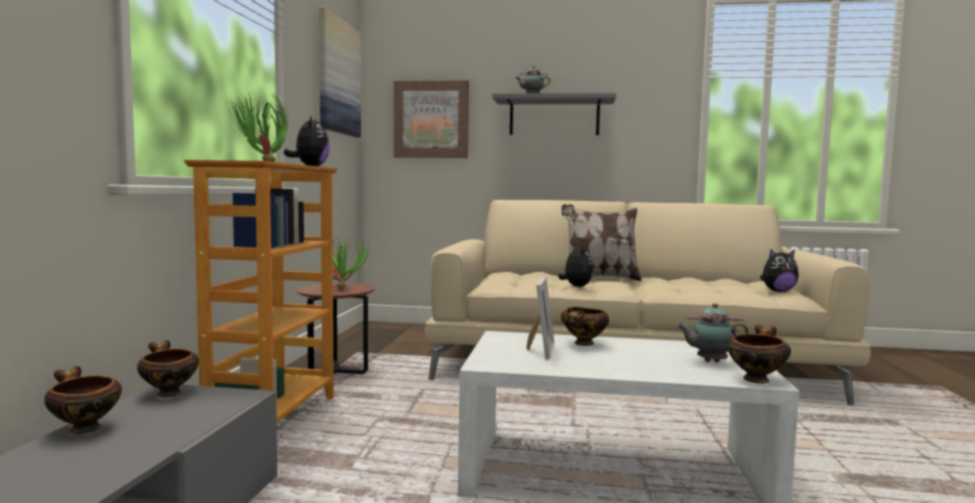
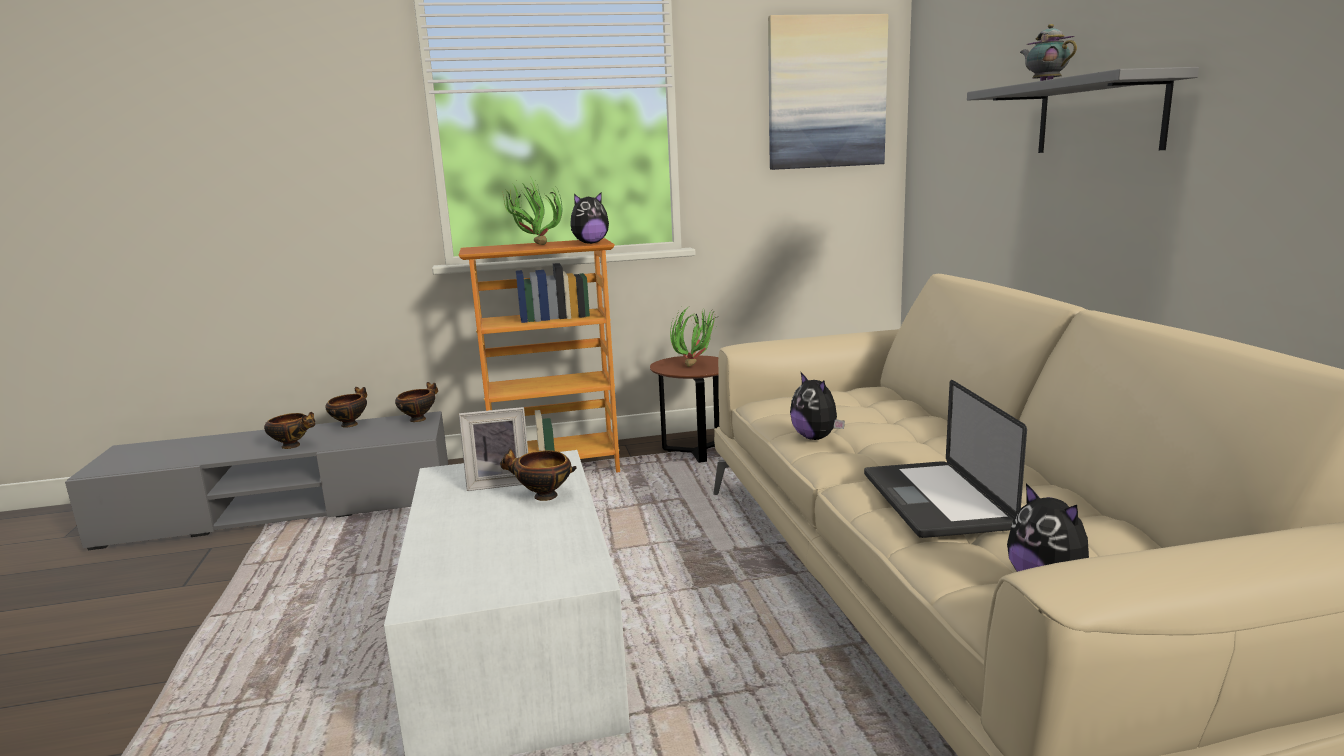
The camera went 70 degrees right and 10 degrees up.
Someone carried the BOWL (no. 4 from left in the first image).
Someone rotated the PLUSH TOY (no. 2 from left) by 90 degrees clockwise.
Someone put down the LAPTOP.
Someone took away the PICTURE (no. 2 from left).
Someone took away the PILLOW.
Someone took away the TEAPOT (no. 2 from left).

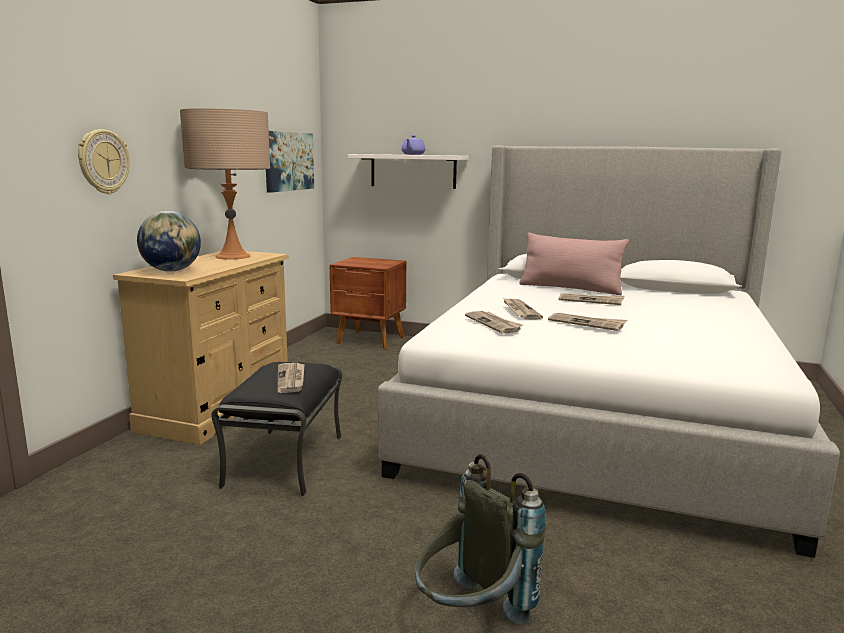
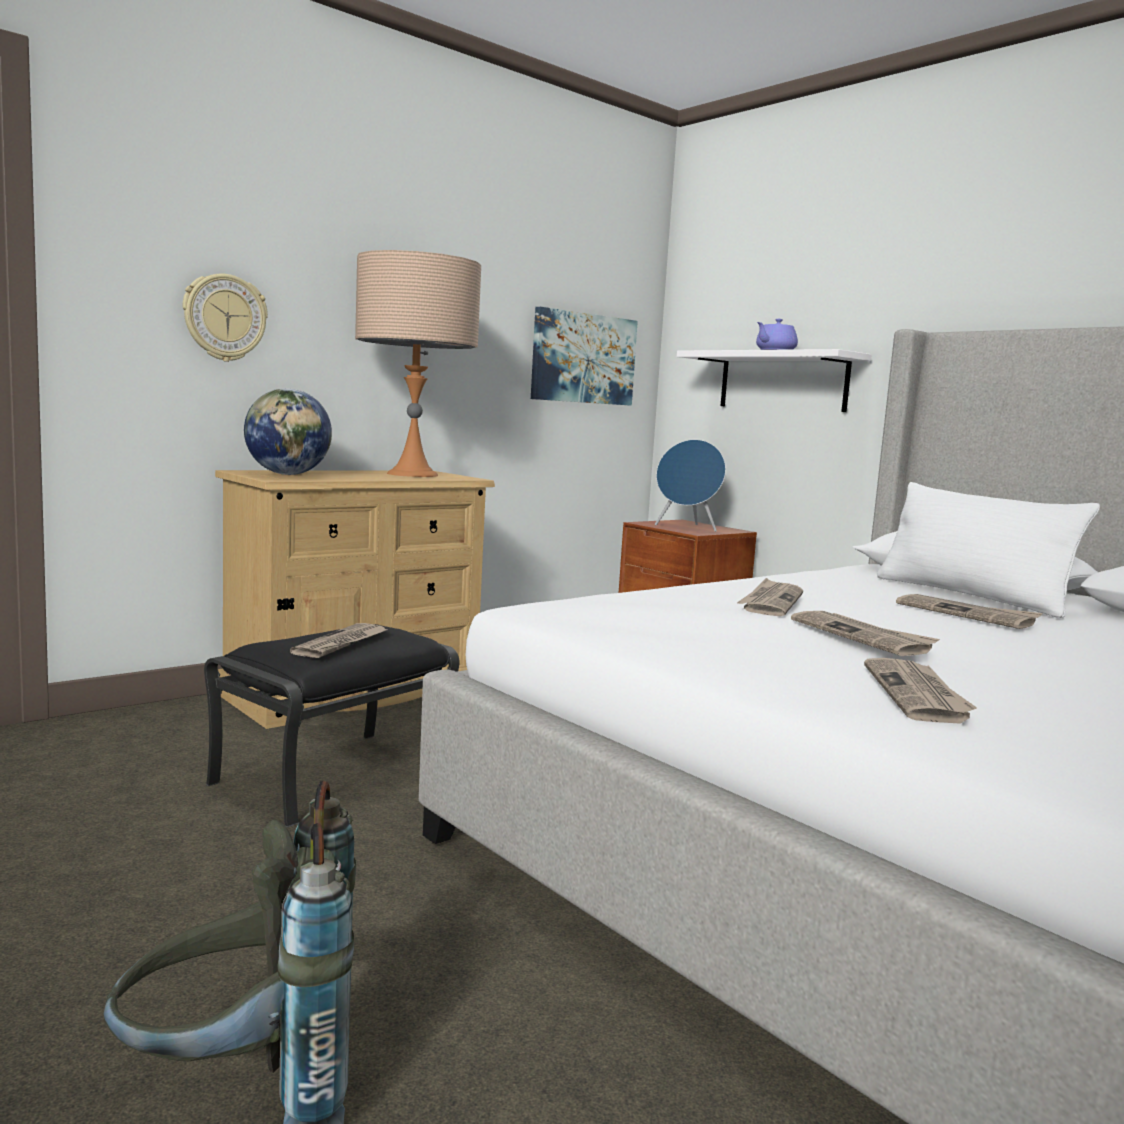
The camera went 30 degrees right and 5 degrees down.
Someone put down the BLUE SPEAKER.
Someone carried the NEWSPAPER (no. 2 from left in the first image).
Someone repainted the PINK PILLOW, which became the WHITE PILLOW.

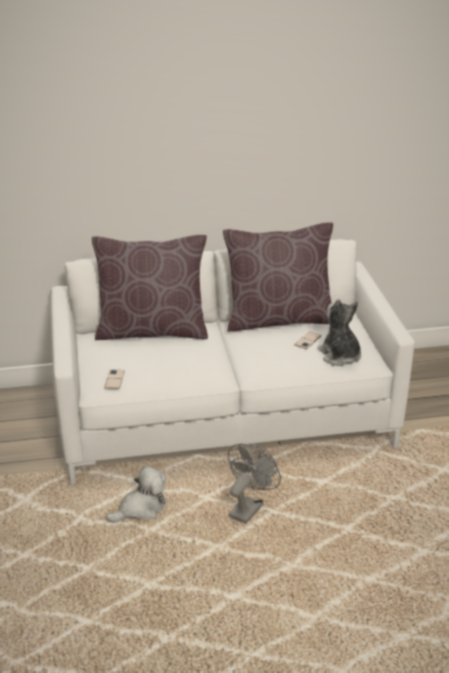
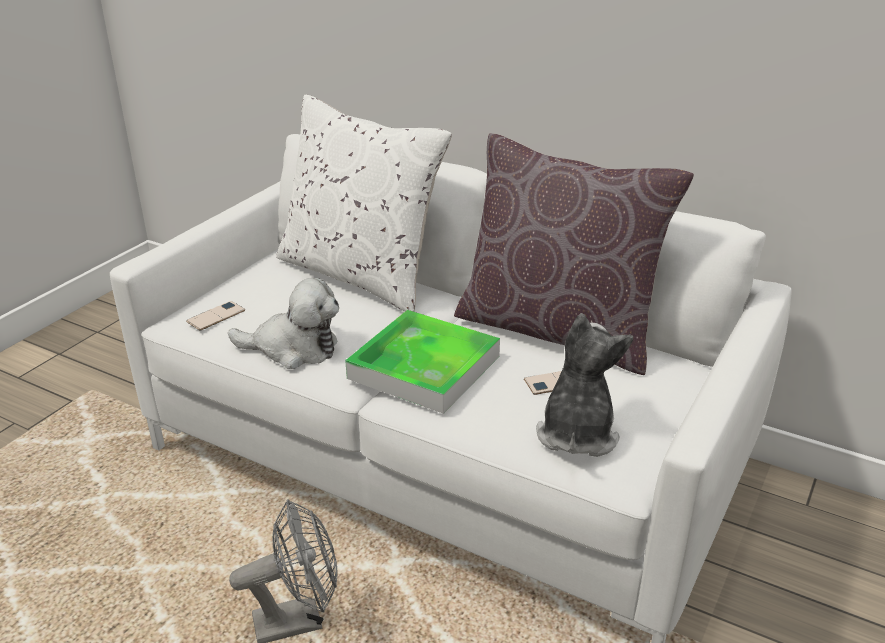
The camera went 40 degrees right and 0 degrees up.
Someone carried the PLUSH TOY (no. 1 from left).
Someone repainted the BROWN PILLOW (no. 1 from left), which became the WHITE PILLOW.
Someone put down the TRAY.

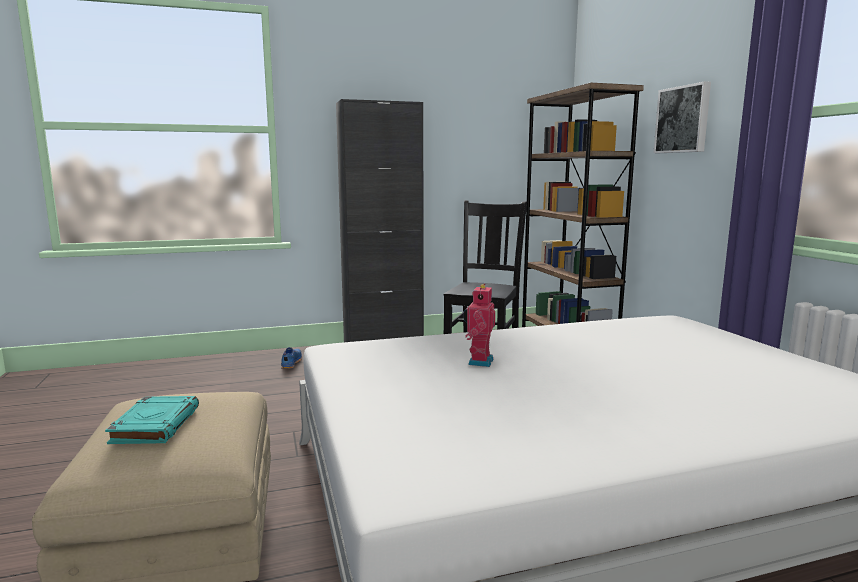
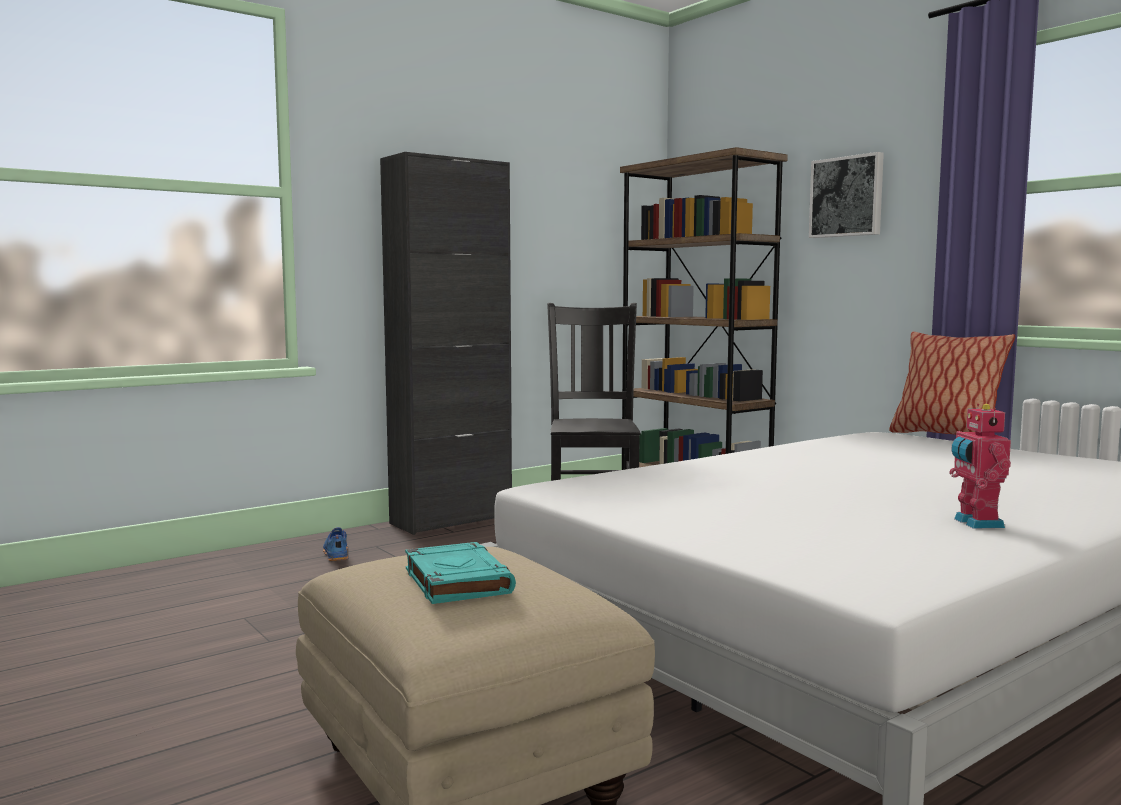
The camera went 20 degrees left and 5 degrees down.
Someone put down the PILLOW.
Someone carried the TOY ROBOT.

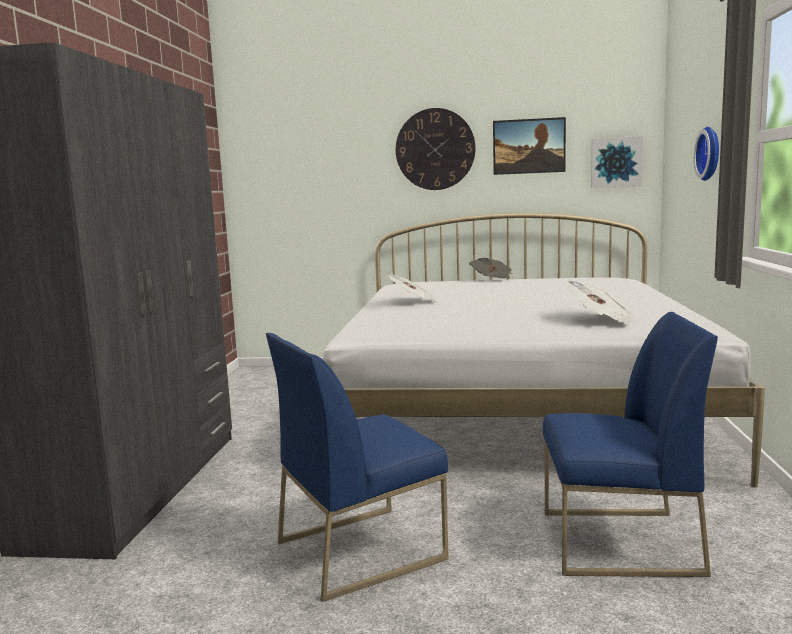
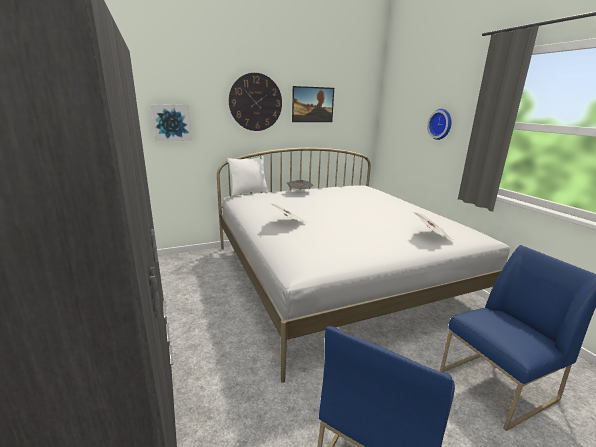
The camera went 30 degrees left and 10 degrees up.
Someone carried the PICTURE (no. 2 from left in the first image).
Someone put down the WHITE PILLOW.

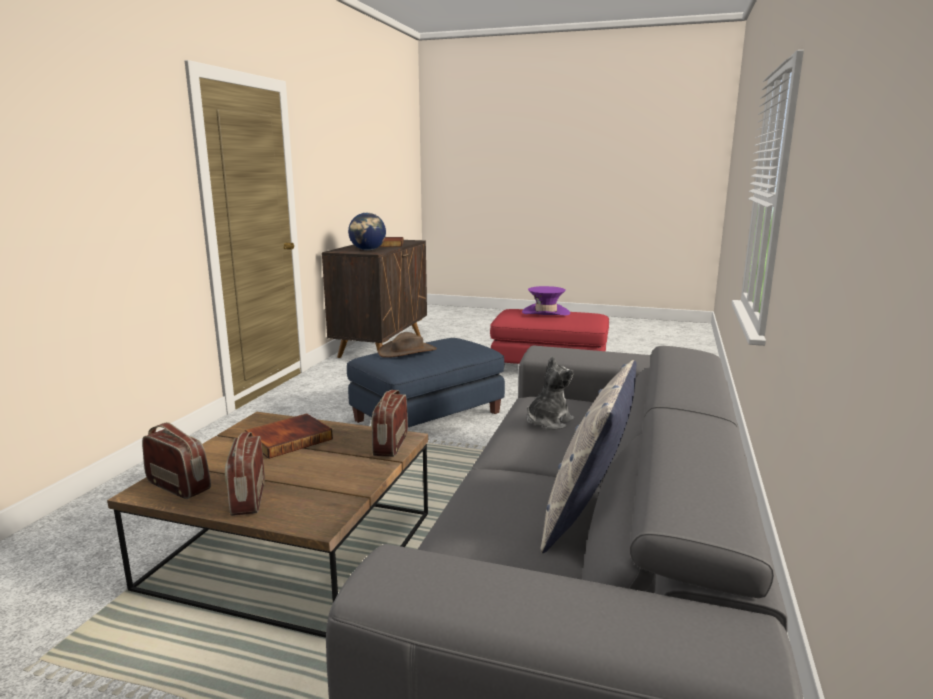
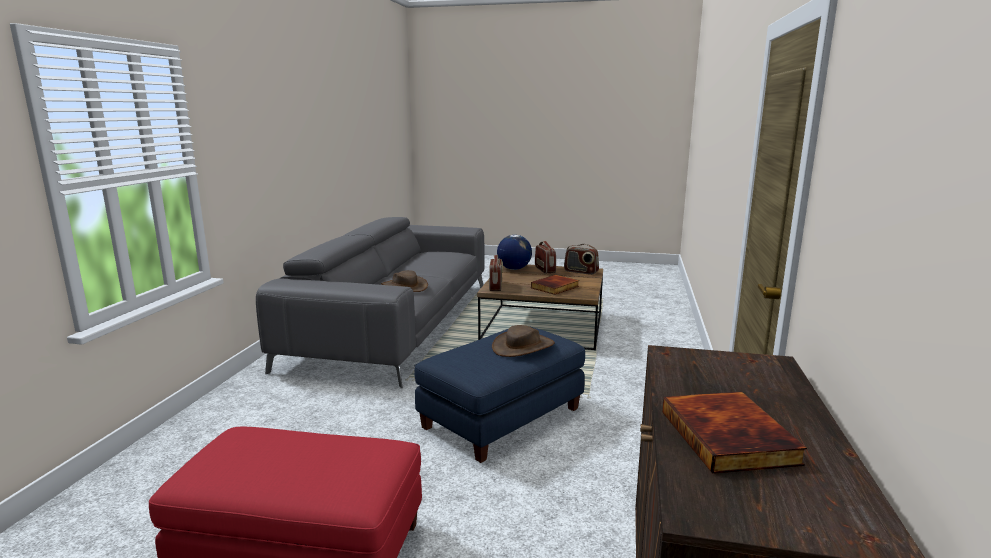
The camera went 175 degrees right and 0 degrees up.
Someone swapped the PLUSH TOY for the BROWN HAT (no. 1 from left).
Someone carried the GLOBE.
Someone took away the PURPLE HAT.
Someone took away the PILLOW.

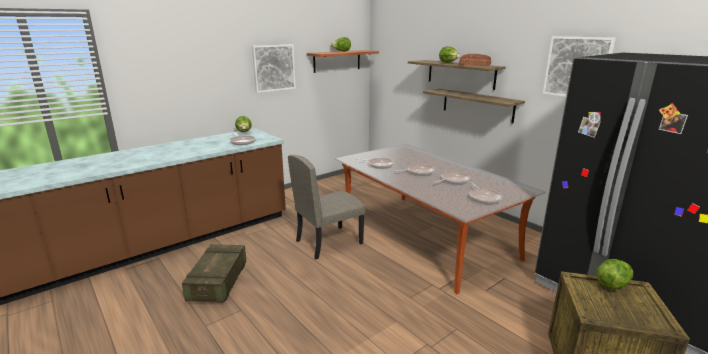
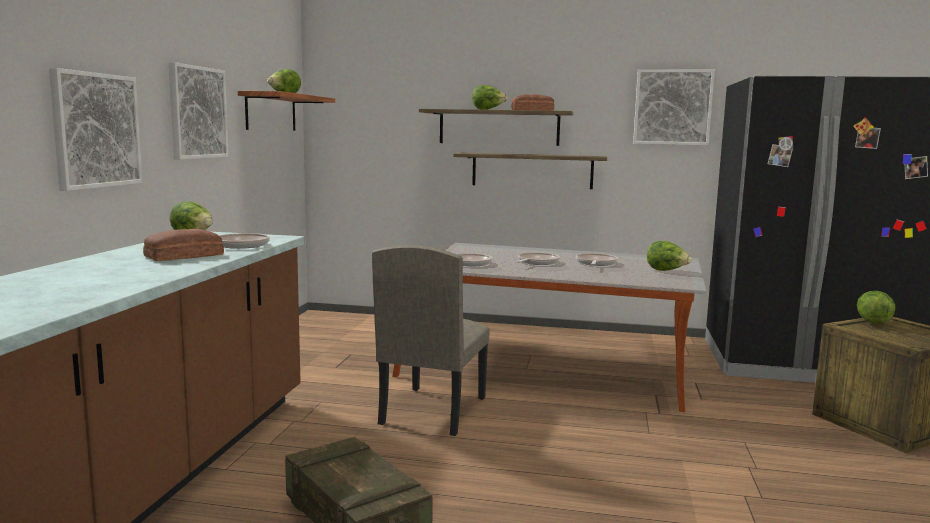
The camera went 40 degrees left and 10 degrees down.
Someone put up the PICTURE (no. 1 from left).
Someone put down the BREAD (no. 1 from left).
Someone swapped the FRYING PAN (no. 5 from left) for the LETTUCE (no. 4 from left).

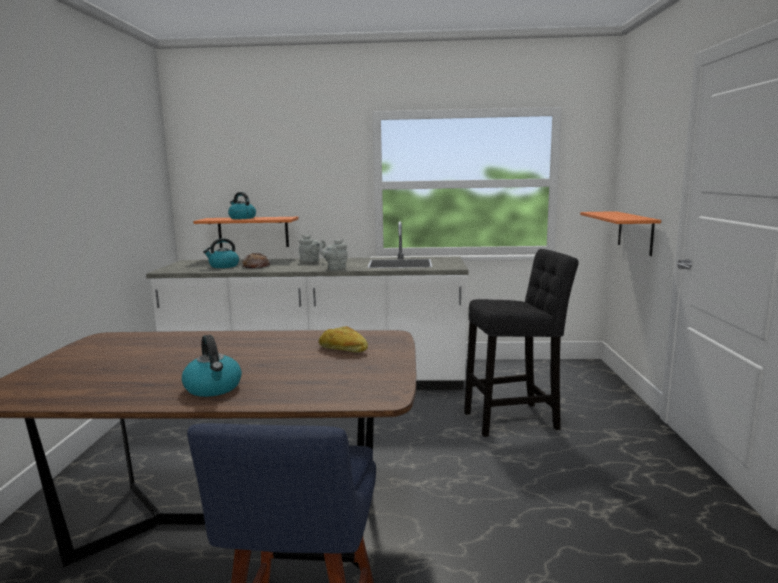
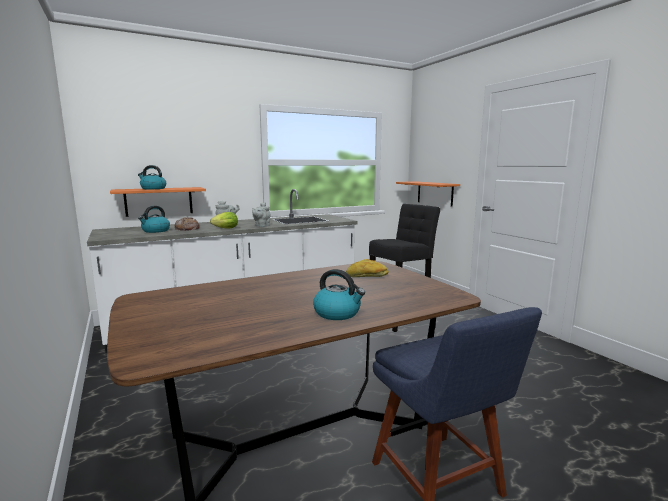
The camera went 30 degrees left and 0 degrees up.
Someone put down the LETTUCE.

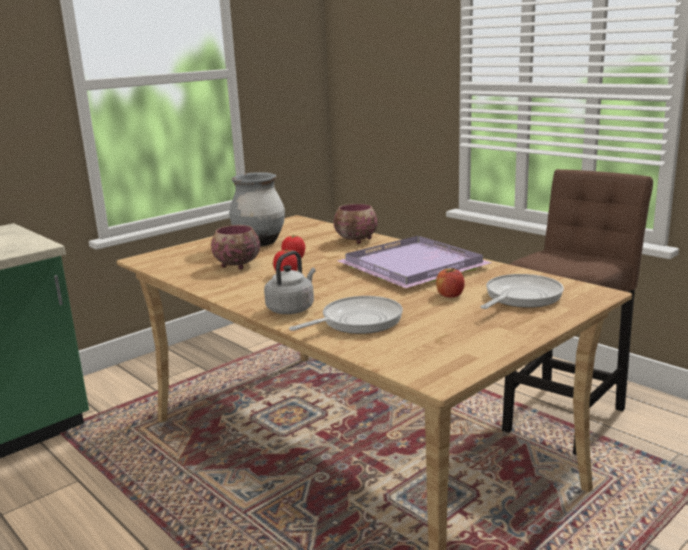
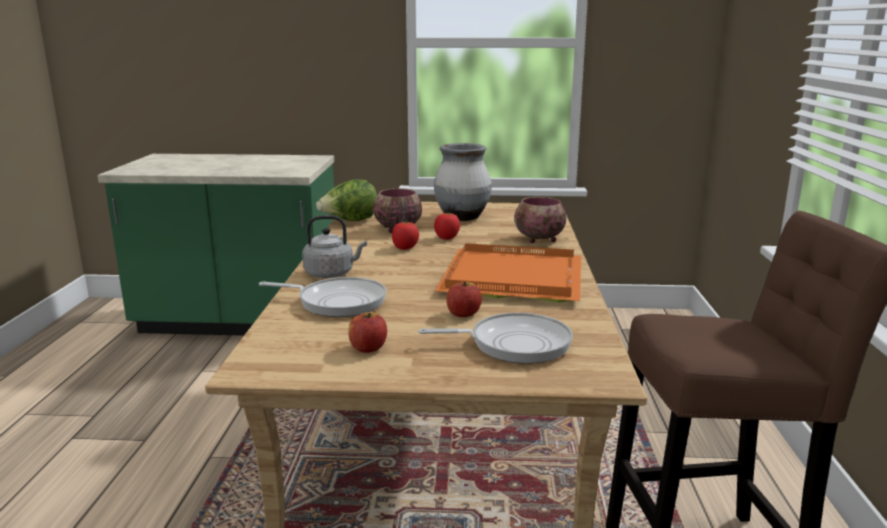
The camera went 45 degrees right and 0 degrees up.
Someone put down the LETTUCE.
Someone put down the APPLE (no. 1 from left).
Someone repainted the PURPLE TRAY, which became the ORANGE TRAY.

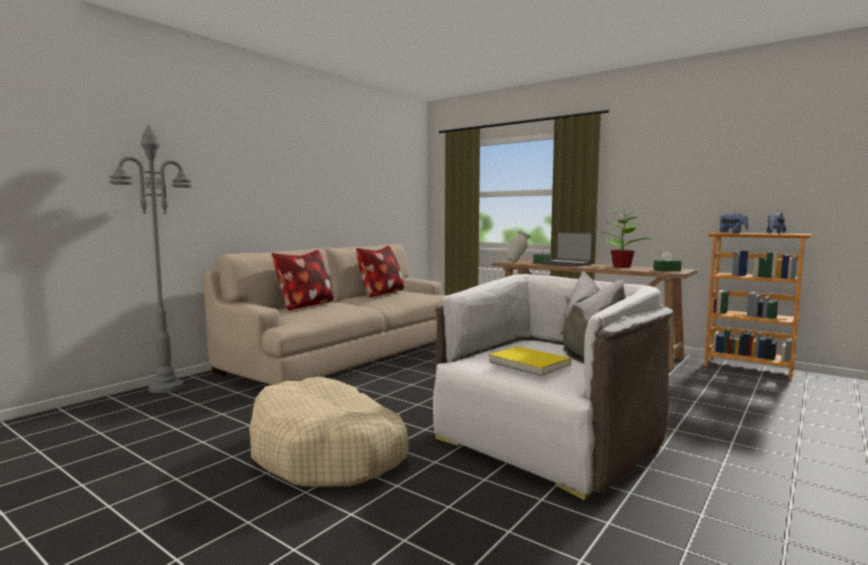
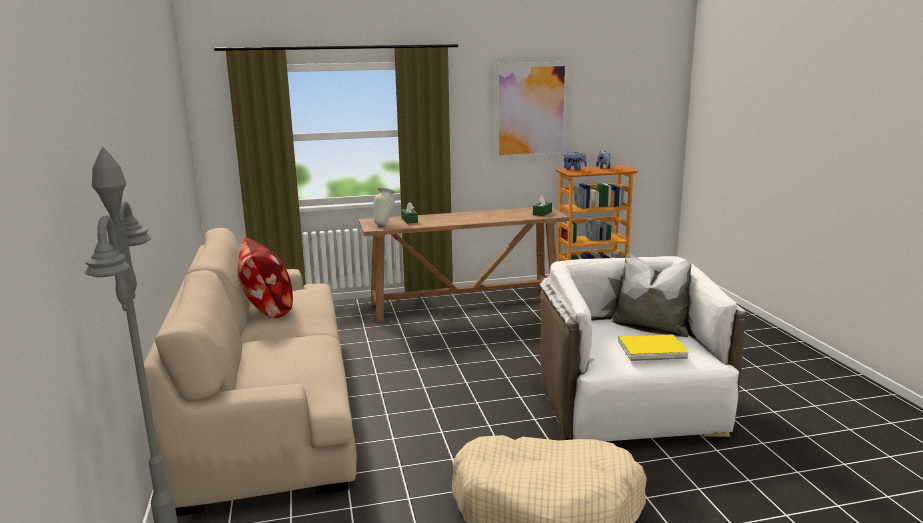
The camera went 50 degrees left and 10 degrees up.
Someone put up the PICTURE.
Someone took away the PILLOW (no. 1 from left).
Someone took away the LAPTOP.
Someone took away the POTTED PLANT.

